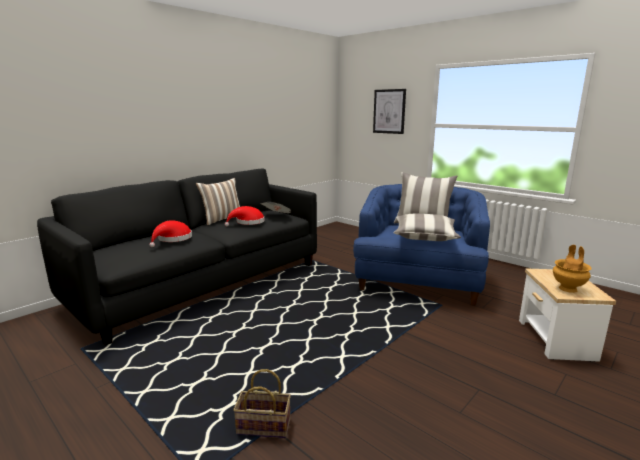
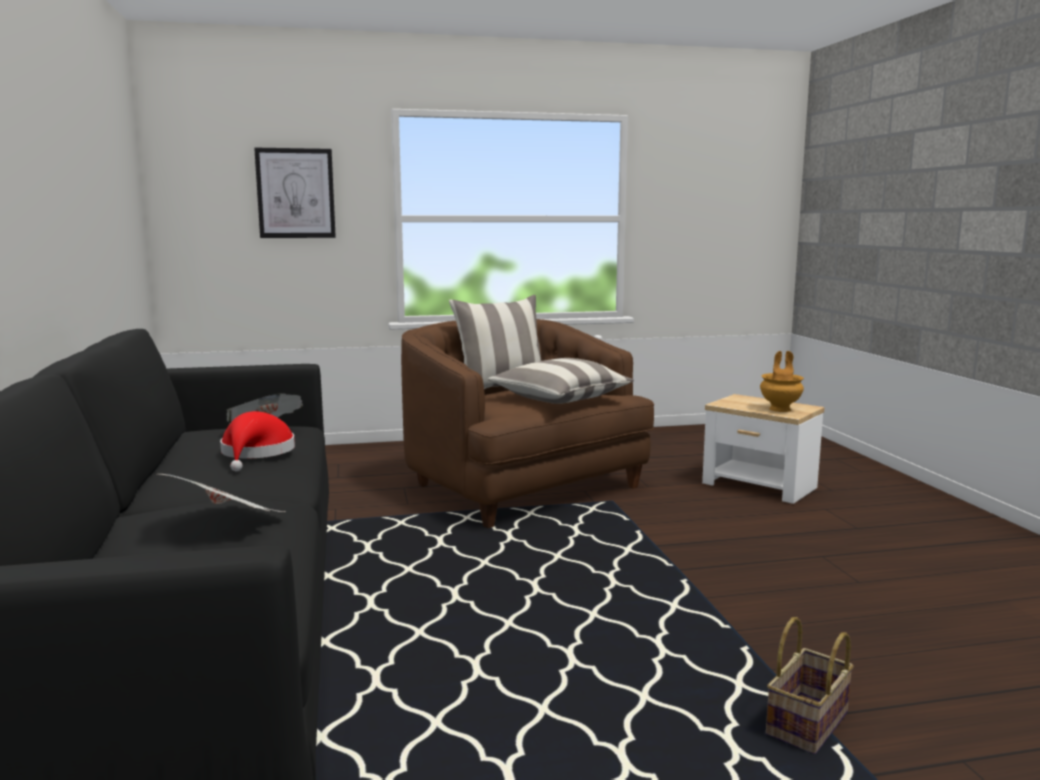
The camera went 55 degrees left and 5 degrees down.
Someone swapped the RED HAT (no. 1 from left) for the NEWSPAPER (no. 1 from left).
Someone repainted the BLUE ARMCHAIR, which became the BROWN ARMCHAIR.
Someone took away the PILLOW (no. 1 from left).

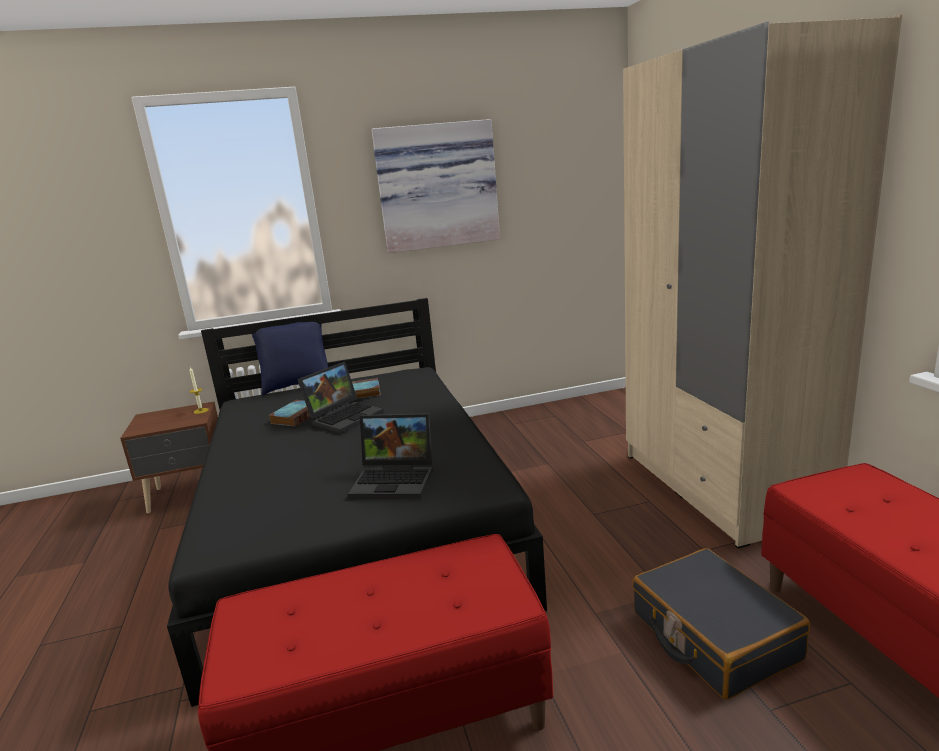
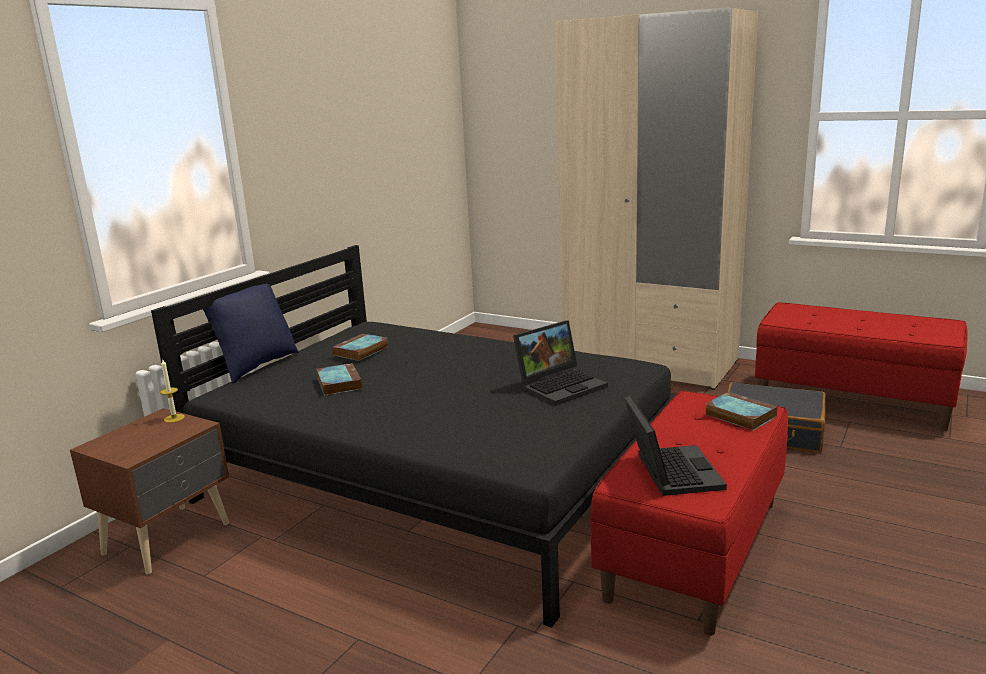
The camera went 45 degrees left and 0 degrees up.
Someone carried the LAPTOP (no. 1 from left in the first image).
Someone put down the BOOK (no. 3 from left).
Someone took away the PICTURE.

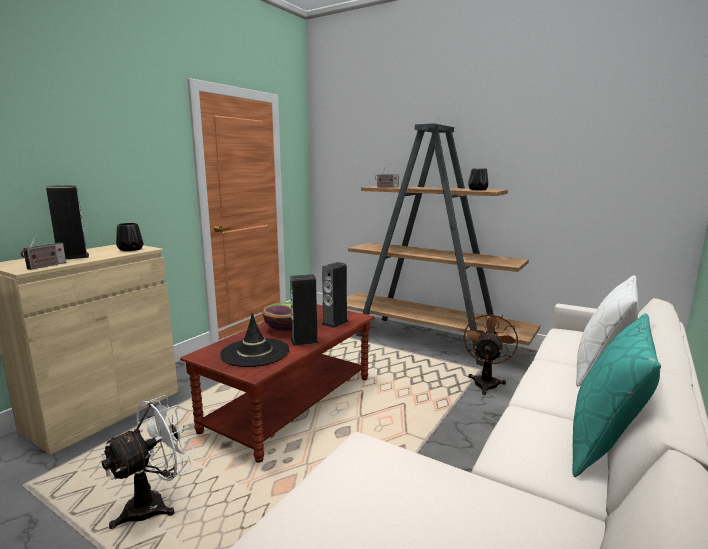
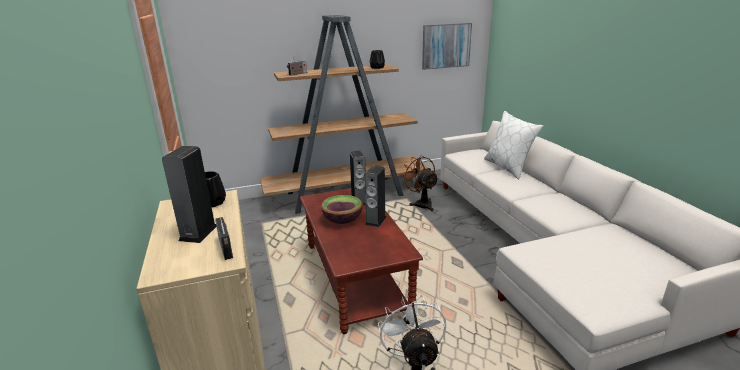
The camera went 50 degrees left and 10 degrees up.
Someone put up the PICTURE.
Someone took away the BLACK HAT.
Someone took away the TURQUOISE PILLOW.

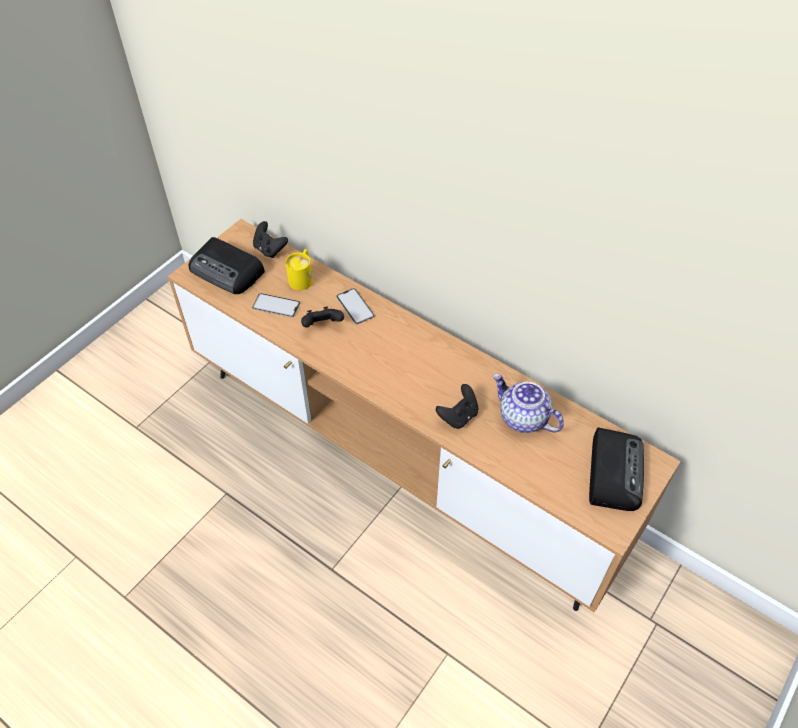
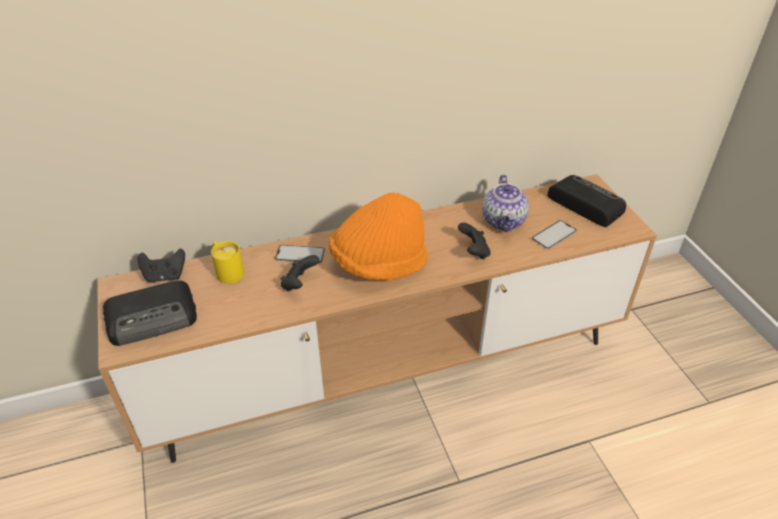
The camera went 55 degrees left and 10 degrees down.
Someone put down the ORANGE HAT.
Someone rotated the TEAPOT by 75 degrees counterclockwise.
Someone carried the PHONE (no. 1 from left in the first image).

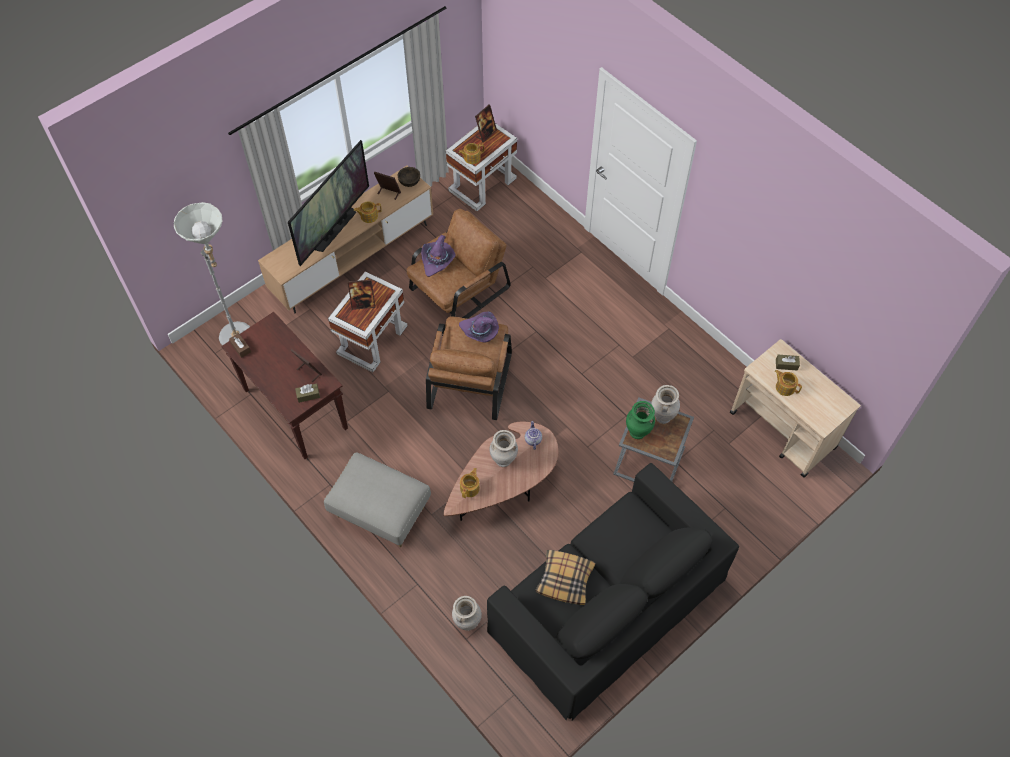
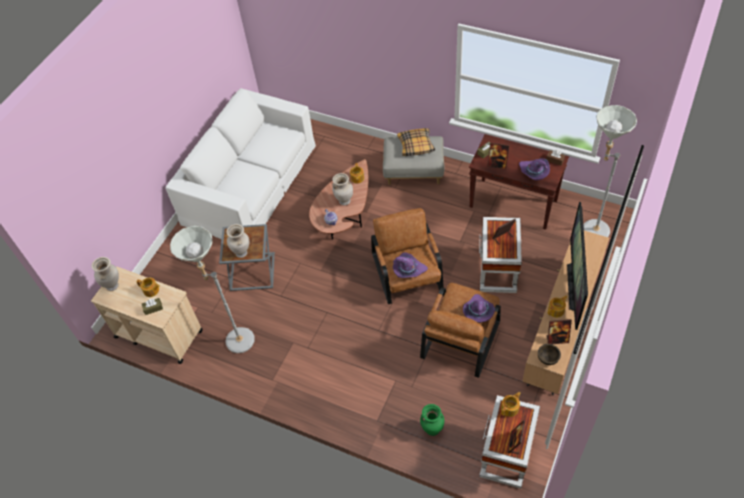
The camera went 160 degrees right and 5 degrees down.
Someone carried the BEIGE VASE (no. 1 from left).
Someone repainted the BLACK SOFA, which became the WHITE SOFA.
Someone put down the GREY FLOOR LAMP (no. 1 from left).
Someone carried the PILLOW.
Someone carried the GREEN VASE.
Someone put down the PURPLE HAT (no. 3 from left).

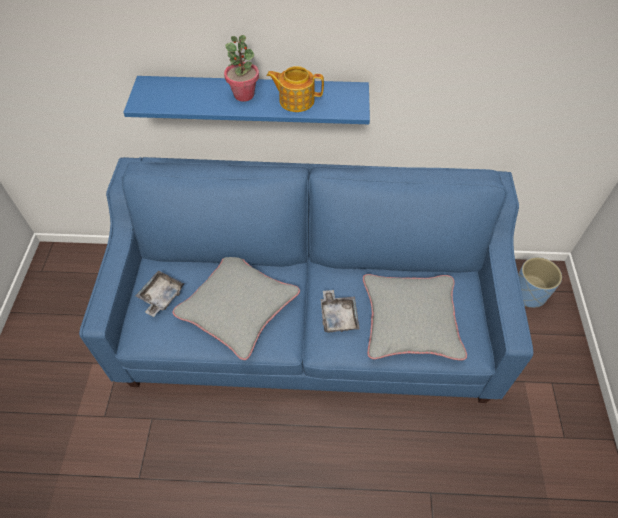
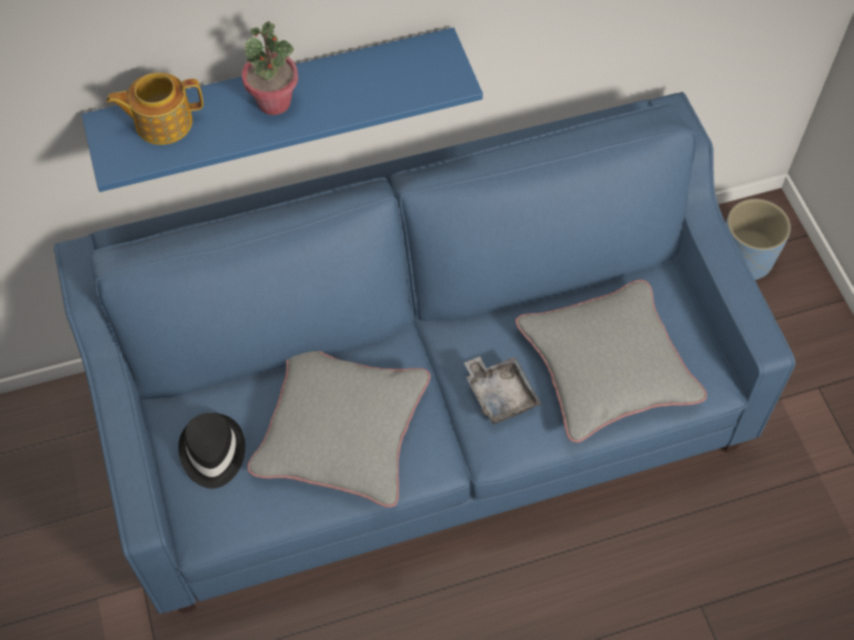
The camera went 20 degrees left and 5 degrees up.
Someone carried the TEAPOT.
Someone swapped the GREY TRAY (no. 1 from left) for the BLACK HAT.

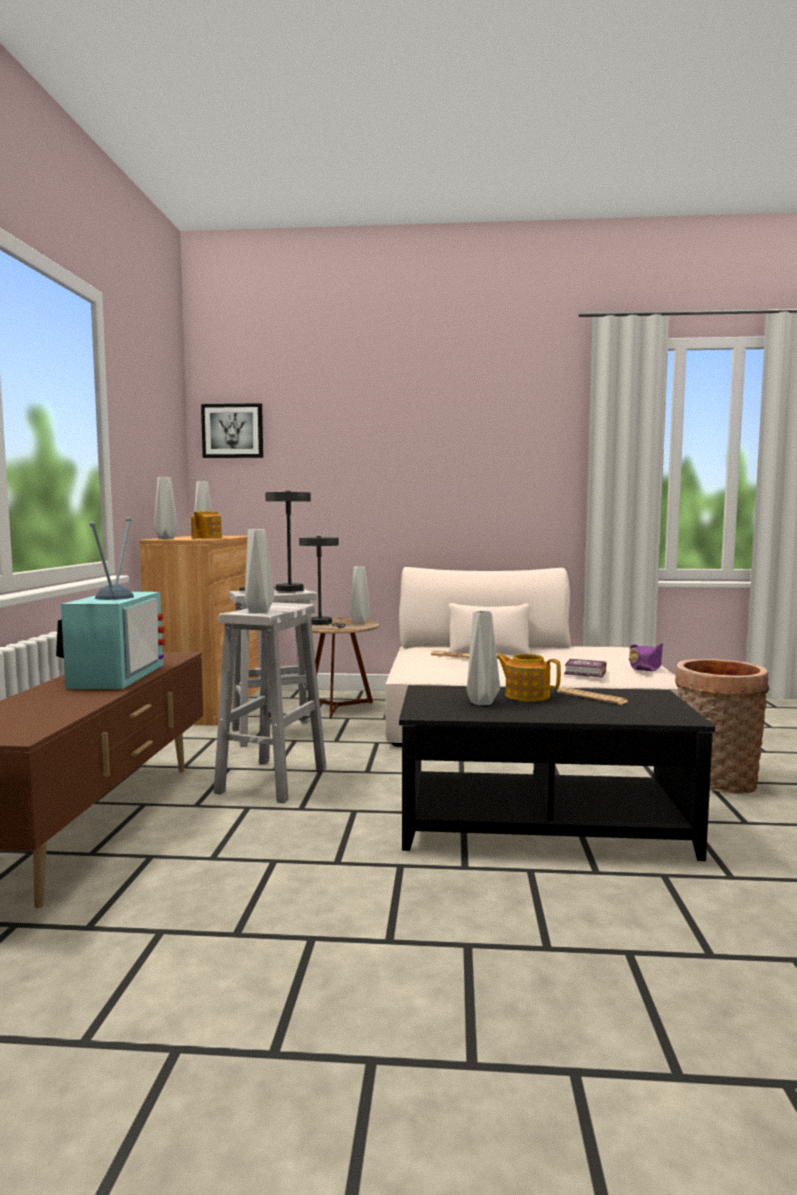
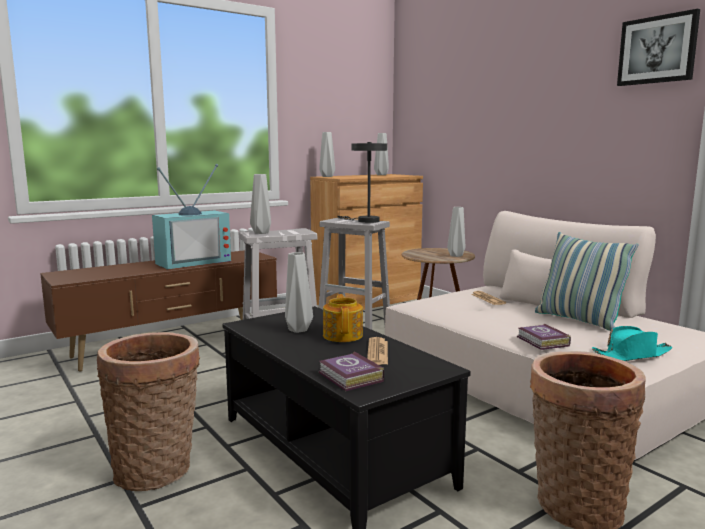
The camera went 50 degrees right and 5 degrees up.
Someone put down the BASKET (no. 1 from left).
Someone put down the BOOK (no. 1 from left).
Someone put down the PILLOW.
Someone repainted the PURPLE HAT, which became the TURQUOISE HAT.
Someone carried the PICTURE.
Someone took away the TEAPOT (no. 1 from left).
Someone took away the GREY TABLE LAMP (no. 2 from left).

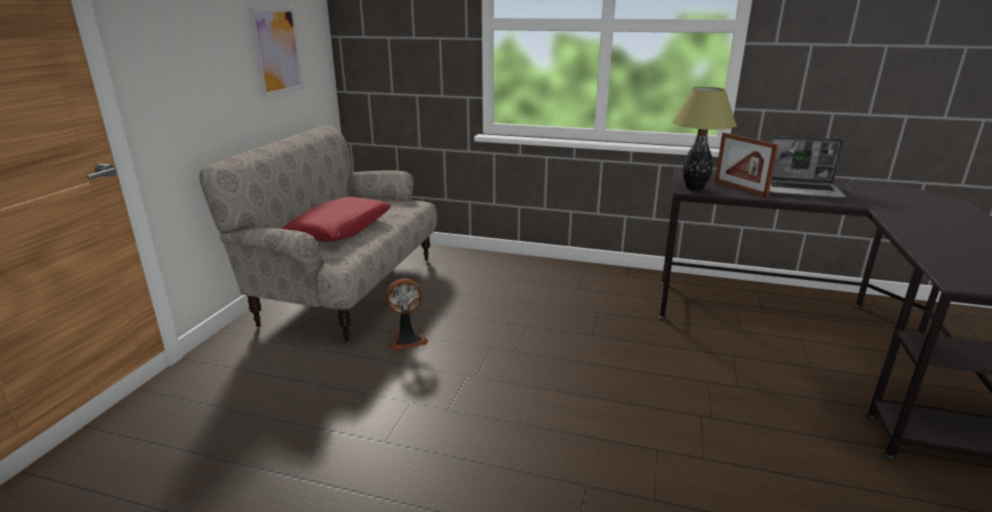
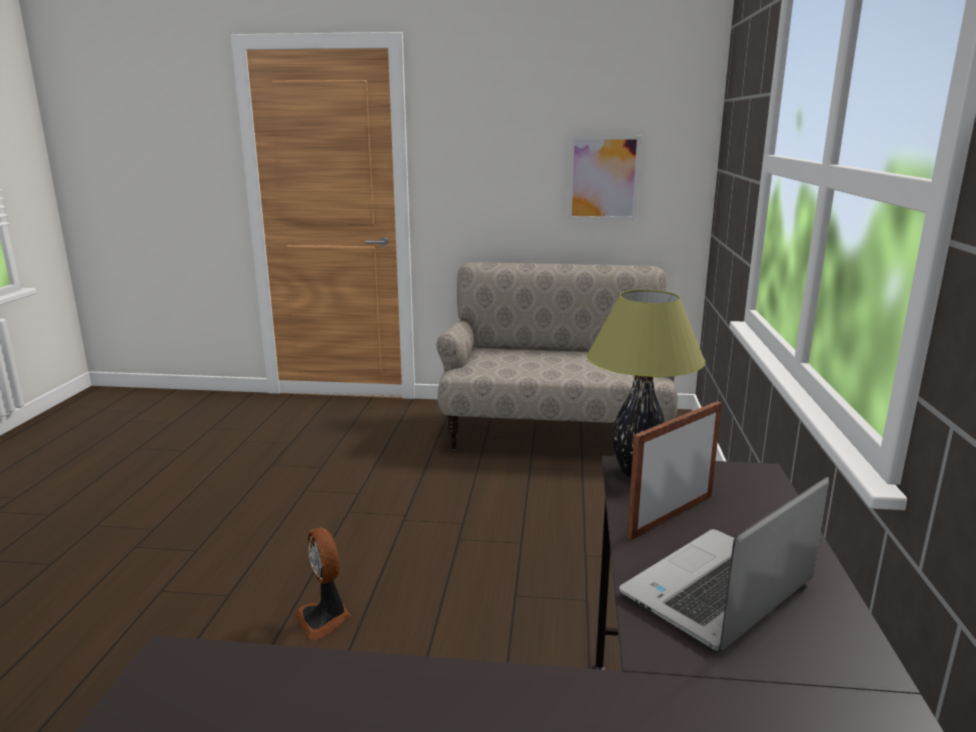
The camera went 80 degrees right and 5 degrees down.
Someone carried the FAN.
Someone rotated the LAPTOP by 45 degrees clockwise.
Someone took away the RED PILLOW.

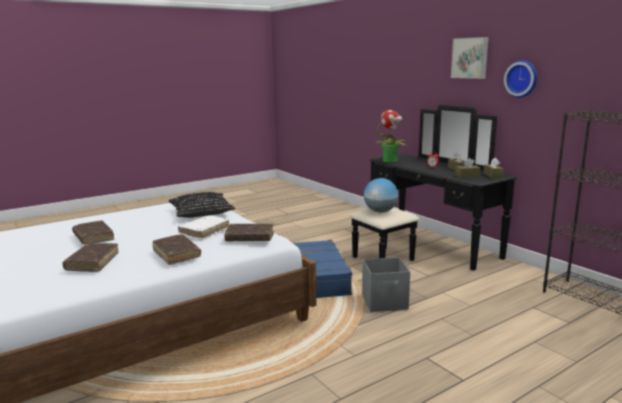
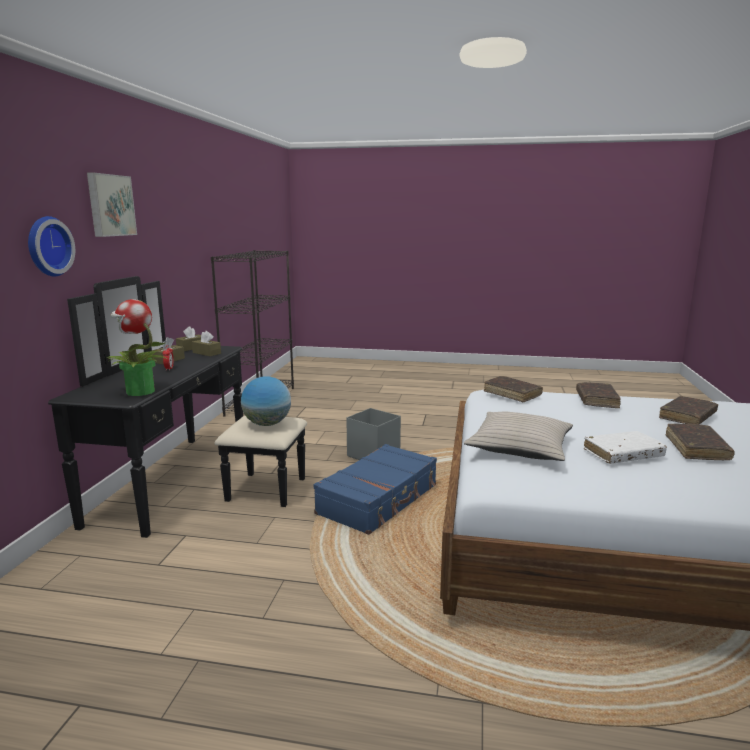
The camera went 135 degrees left and 0 degrees up.
Someone carried the WALL CLOCK.
Someone repainted the BLACK PILLOW, which became the BEIGE PILLOW.
Someone carried the WHITE BOOK.

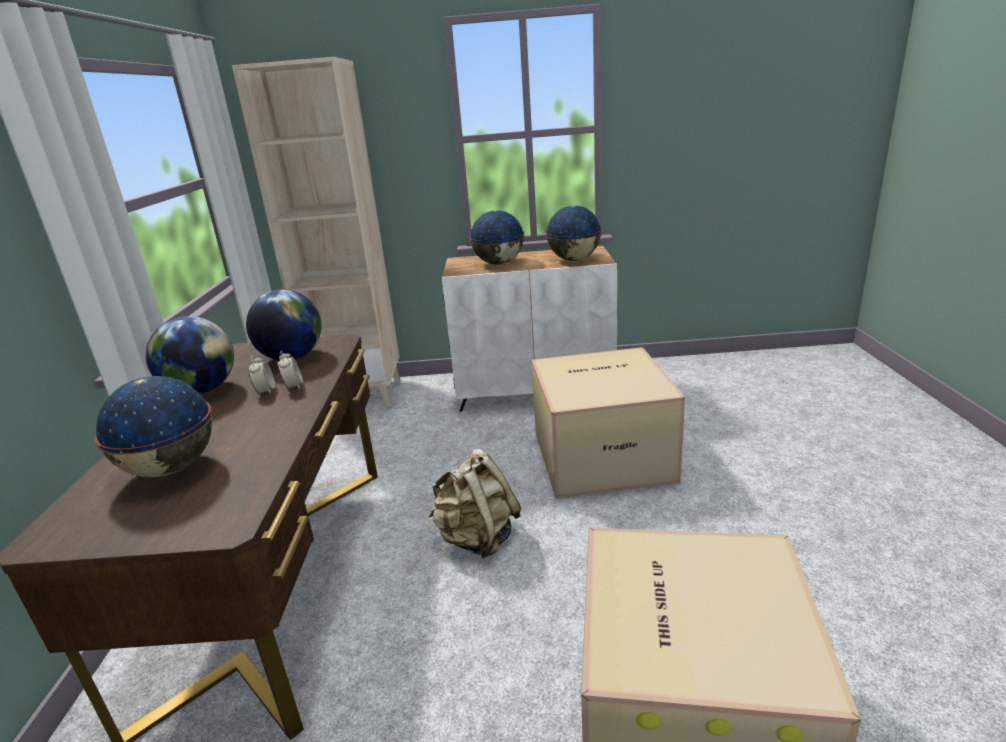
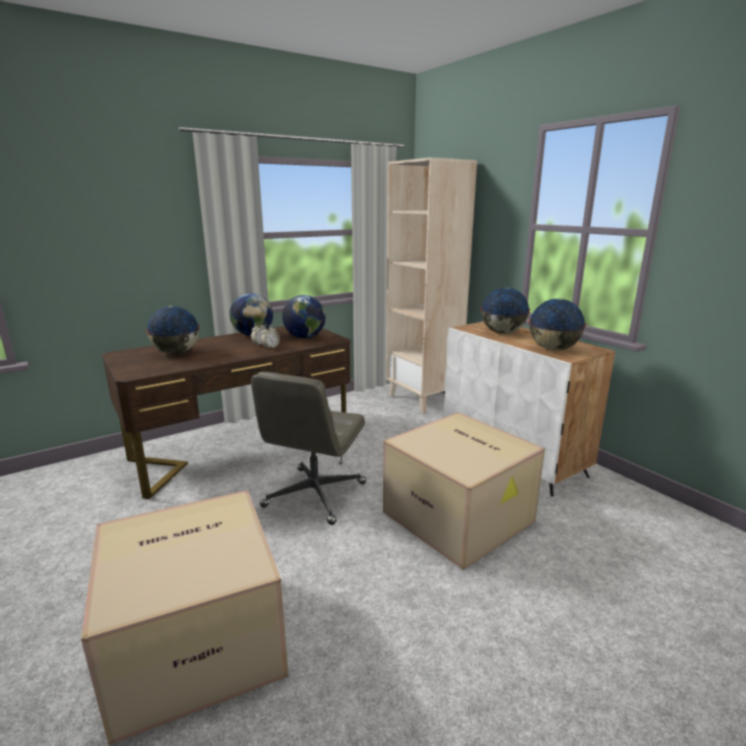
The camera went 55 degrees right and 5 degrees down.
Someone swapped the BEIGE BACKPACK for the GREY OFFICE CHAIR.

